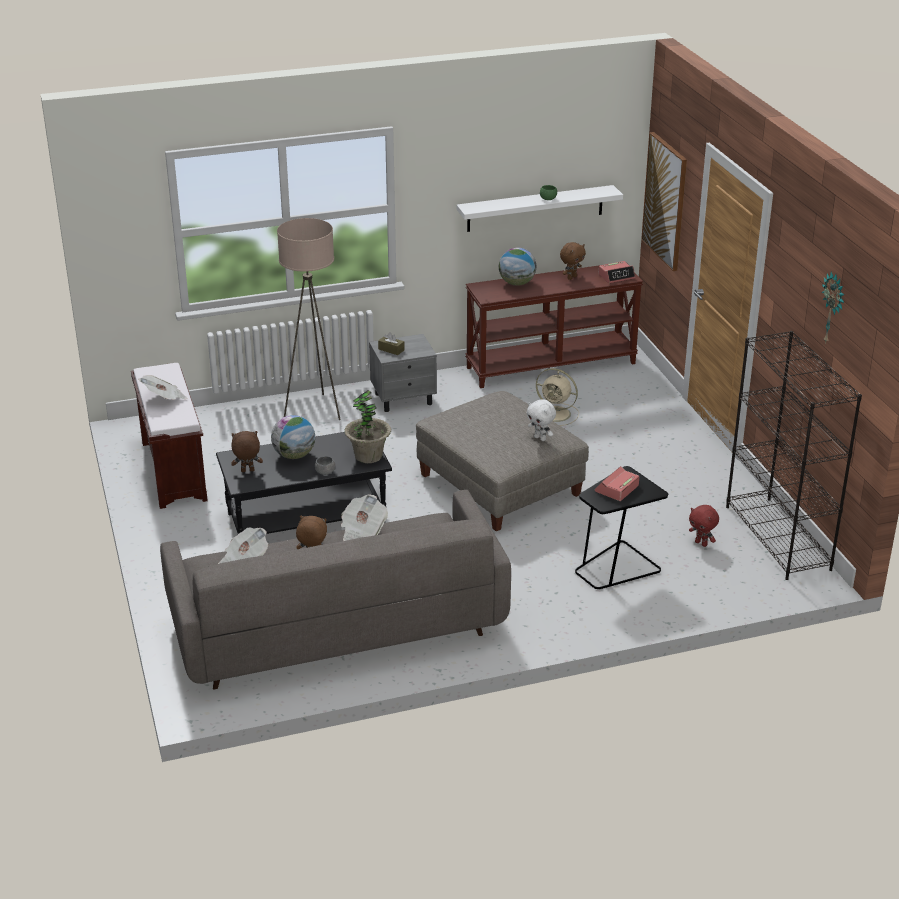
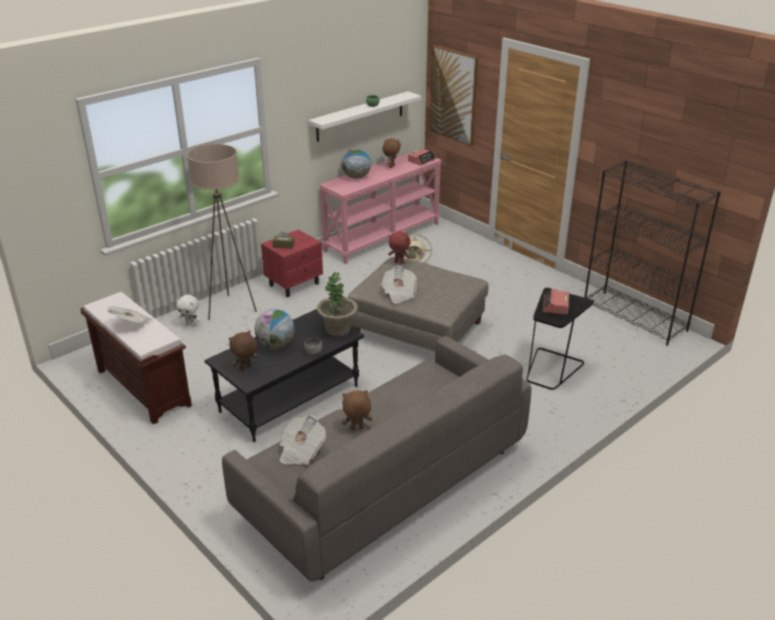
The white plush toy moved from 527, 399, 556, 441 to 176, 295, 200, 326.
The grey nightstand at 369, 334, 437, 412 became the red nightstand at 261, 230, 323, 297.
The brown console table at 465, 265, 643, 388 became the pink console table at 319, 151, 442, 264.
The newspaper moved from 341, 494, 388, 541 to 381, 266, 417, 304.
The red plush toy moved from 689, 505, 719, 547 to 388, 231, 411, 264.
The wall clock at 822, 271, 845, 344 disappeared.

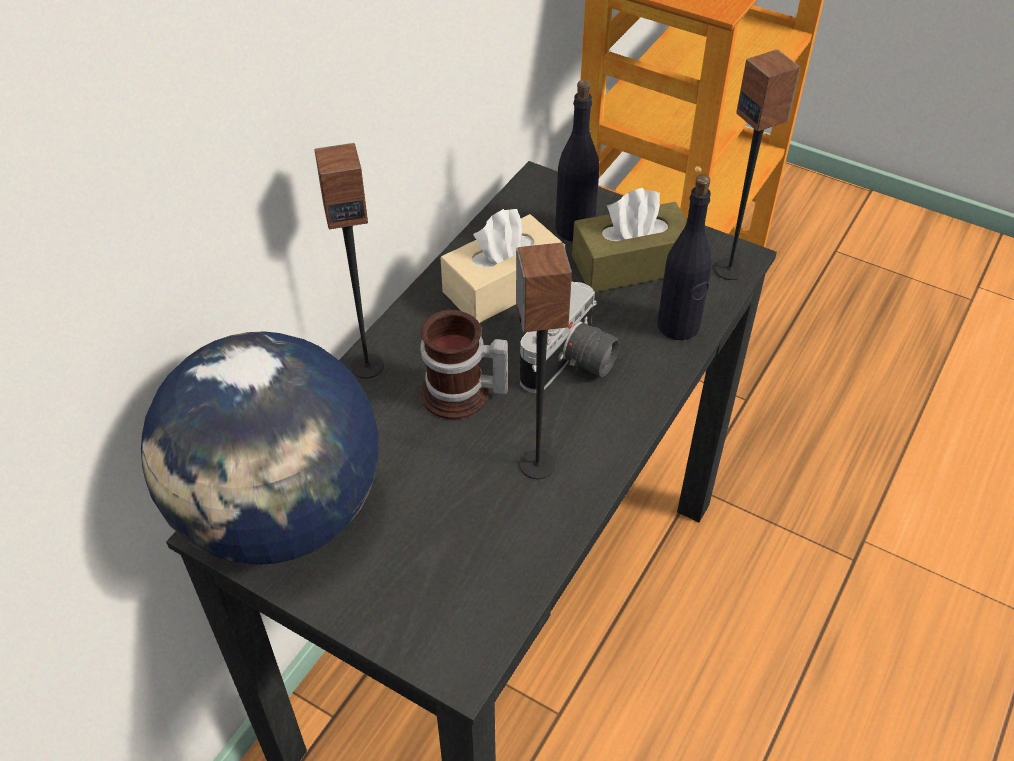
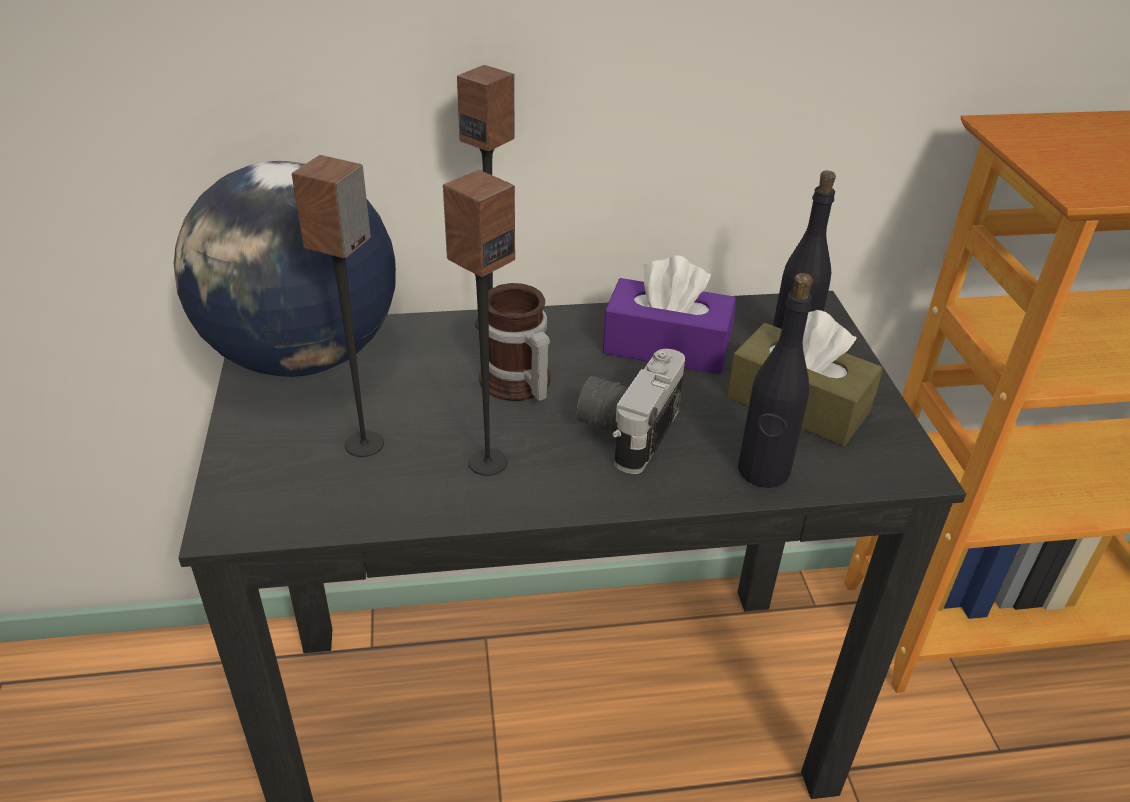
The speaker moved from 714, 50, 800, 280 to 292, 155, 384, 457.
The photo camera at 520, 281, 621, 393 turned 120 degrees clockwise.
The beige tissue box at 441, 209, 565, 323 became the purple tissue box at 603, 255, 736, 374.

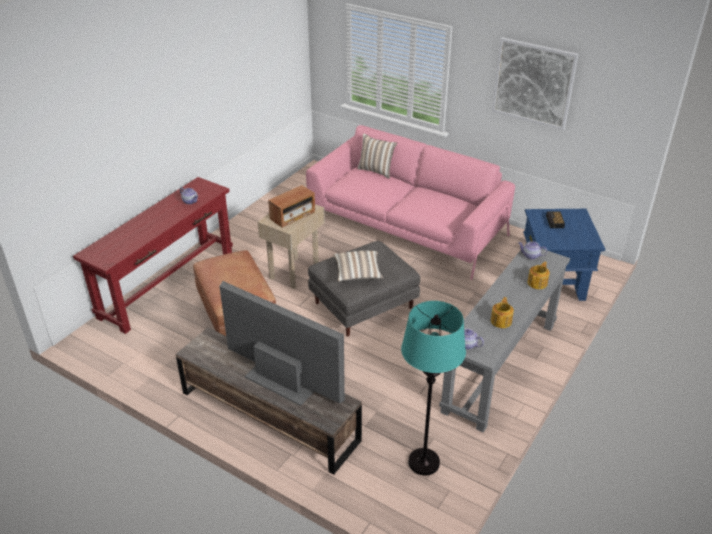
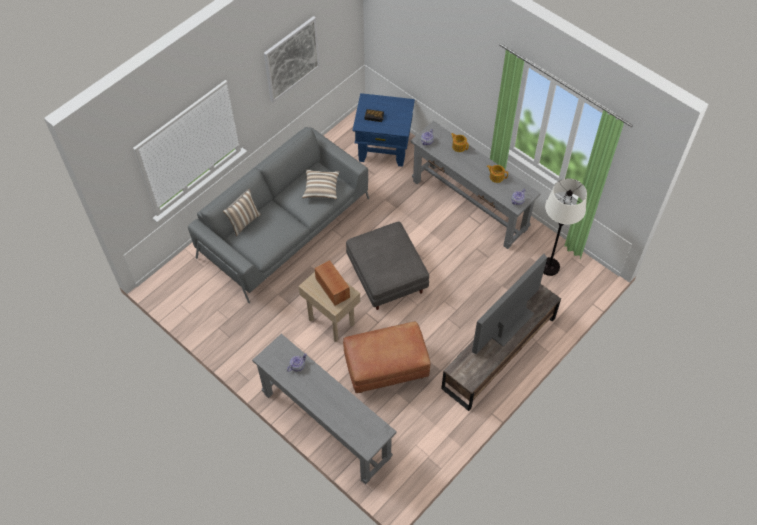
The pink sofa at 306, 125, 515, 280 became the grey sofa at 188, 127, 369, 304.
The red console table at 73, 177, 233, 334 became the grey console table at 252, 334, 397, 485.
The pillow moved from 333, 251, 383, 281 to 302, 169, 340, 199.
The turquoise floor lamp at 401, 301, 466, 475 became the white floor lamp at 543, 178, 587, 276.

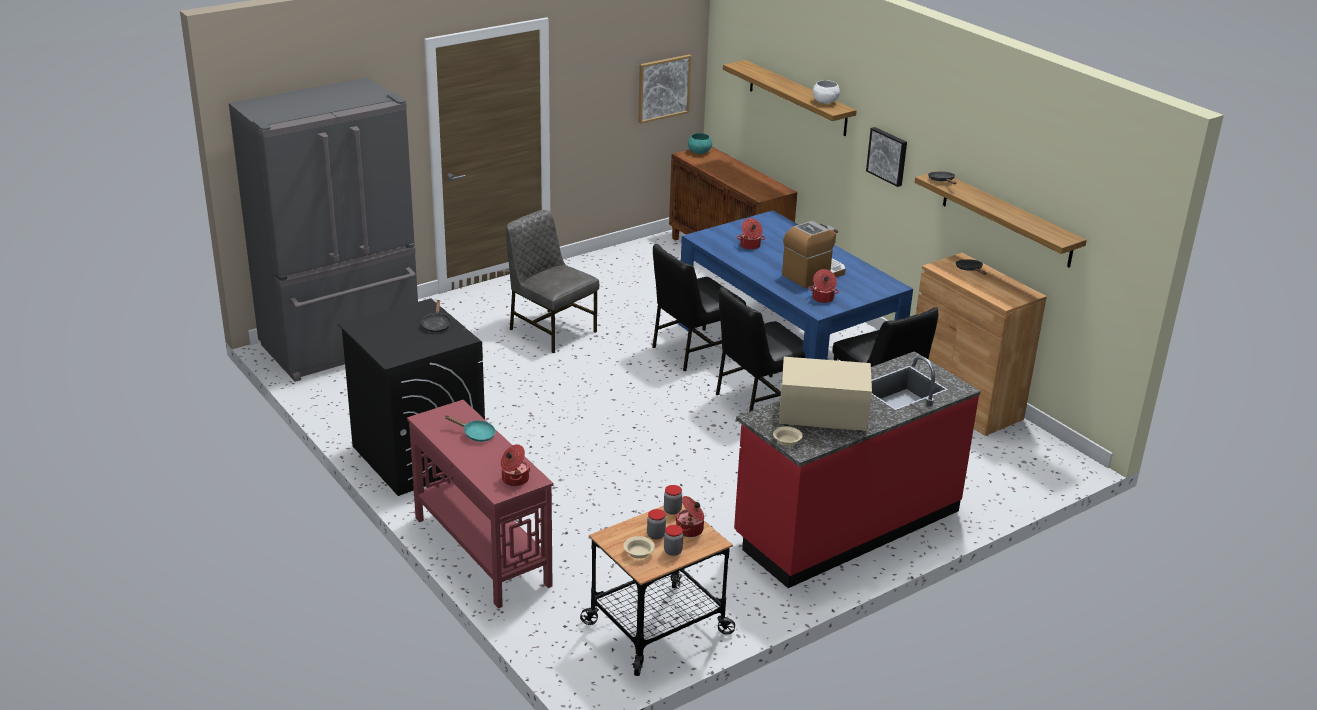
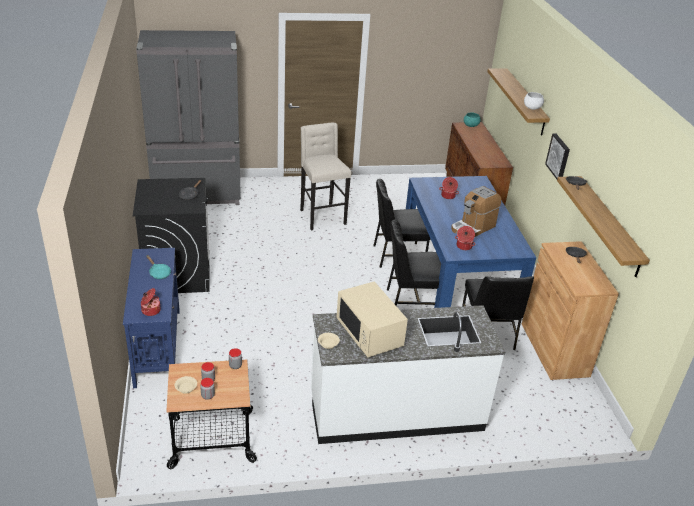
The red console table at 407, 400, 553, 608 became the blue console table at 123, 248, 180, 388.
The grey chair at 506, 210, 599, 354 was replaced by the beige stool at 300, 123, 351, 230.
The red counter at 734, 351, 981, 588 became the white counter at 311, 305, 506, 444.
The beige microwave at 779, 357, 872, 432 turned 150 degrees counterclockwise.
The coffee machine at 782, 221, 845, 288 turned 150 degrees clockwise.
The picture at 638, 55, 692, 124 disappeared.
The cooking pot at 675, 496, 704, 537 disappeared.

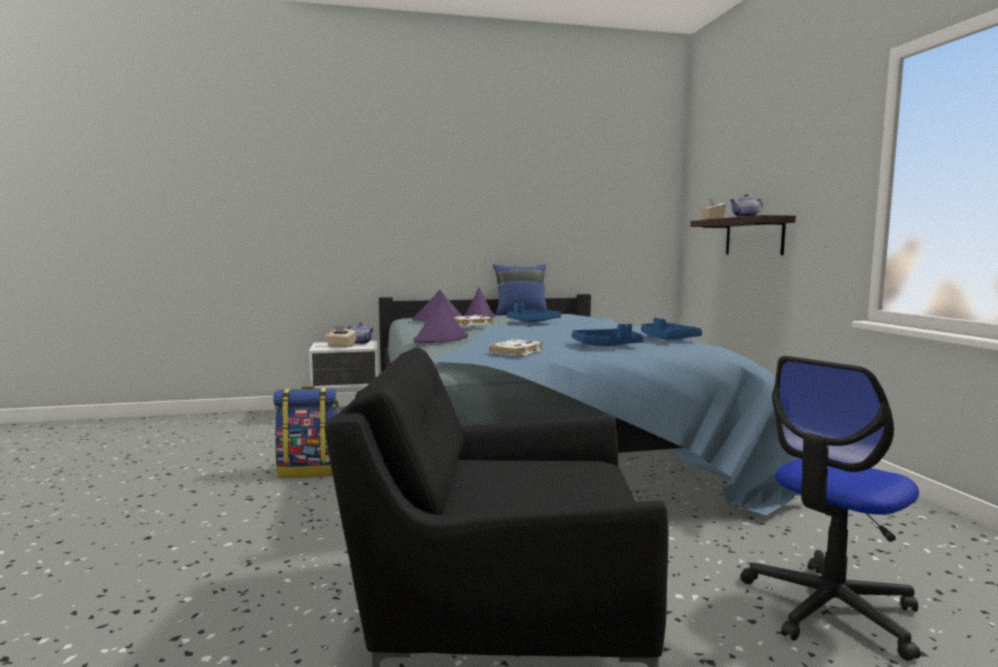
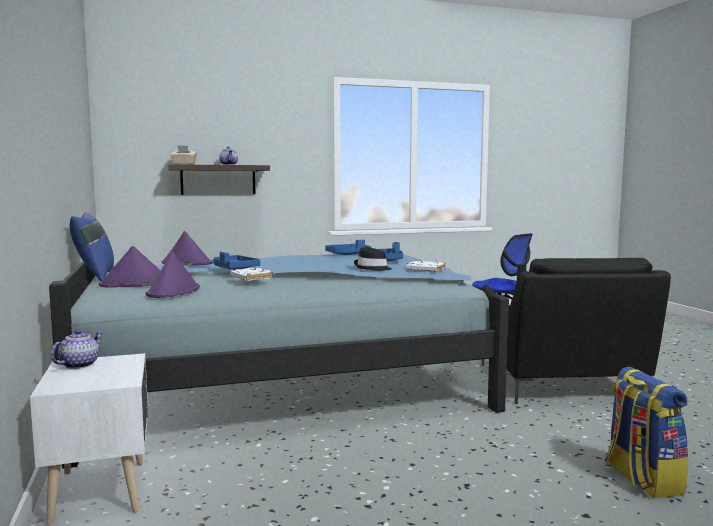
The purple hat moved from 413, 300, 468, 343 to 162, 231, 213, 266.
The black hat at 354, 247, 392, 271 appeared.
The backpack moved from 273, 386, 339, 478 to 605, 367, 688, 498.
The beige tissue box at 325, 325, 357, 348 disappeared.

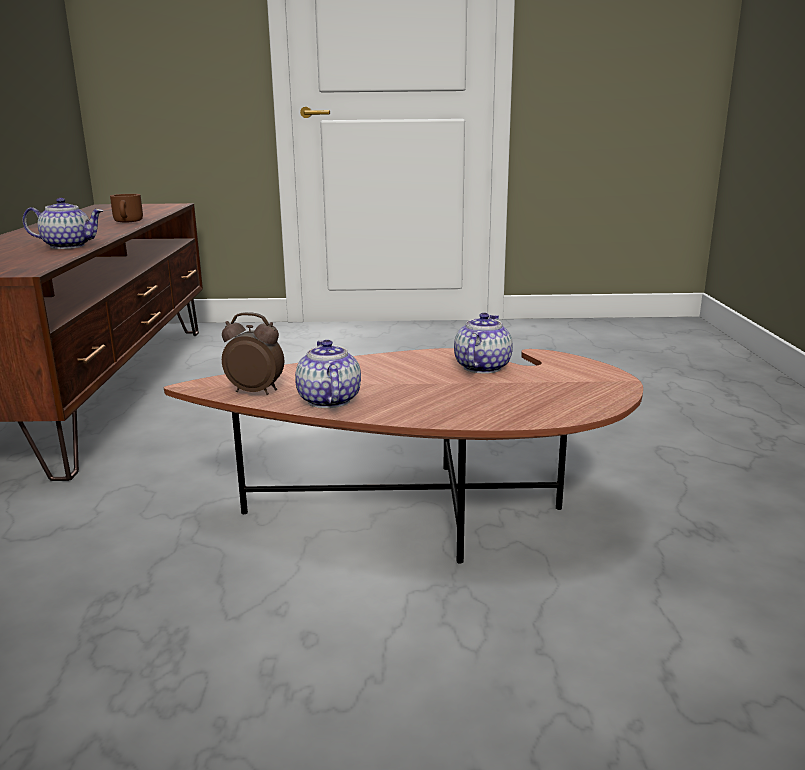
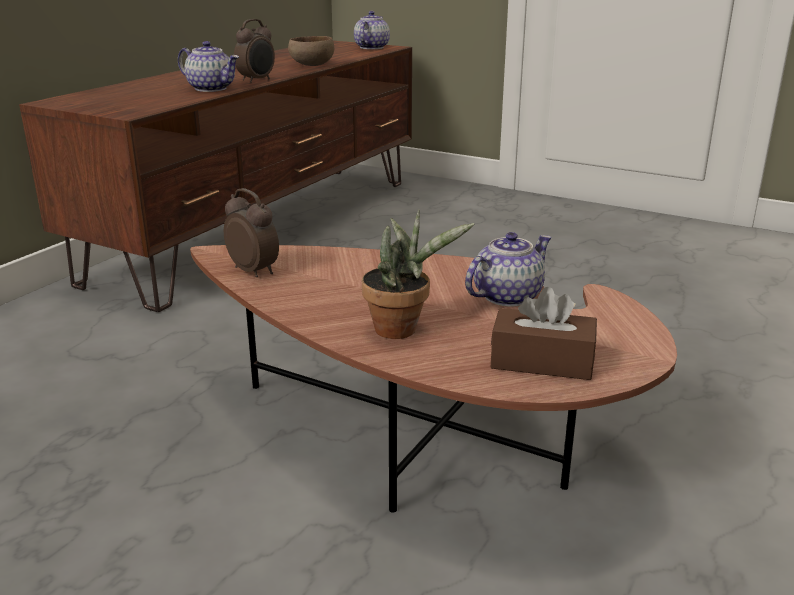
The alarm clock at 234, 19, 275, 83 appeared.
The brown mug at 110, 194, 143, 222 was replaced by the brown bowl at 288, 36, 334, 66.
The teapot moved from 295, 340, 361, 408 to 354, 11, 390, 49.
The potted plant at 362, 209, 474, 339 appeared.
The brown tissue box at 491, 287, 597, 380 appeared.

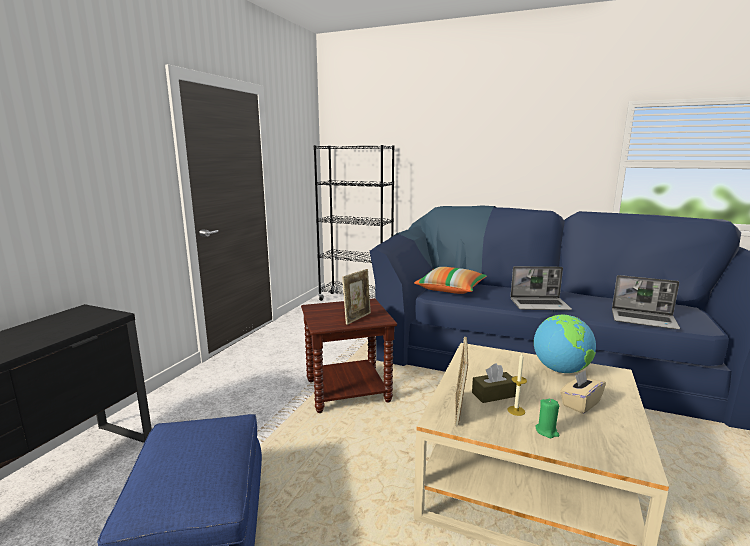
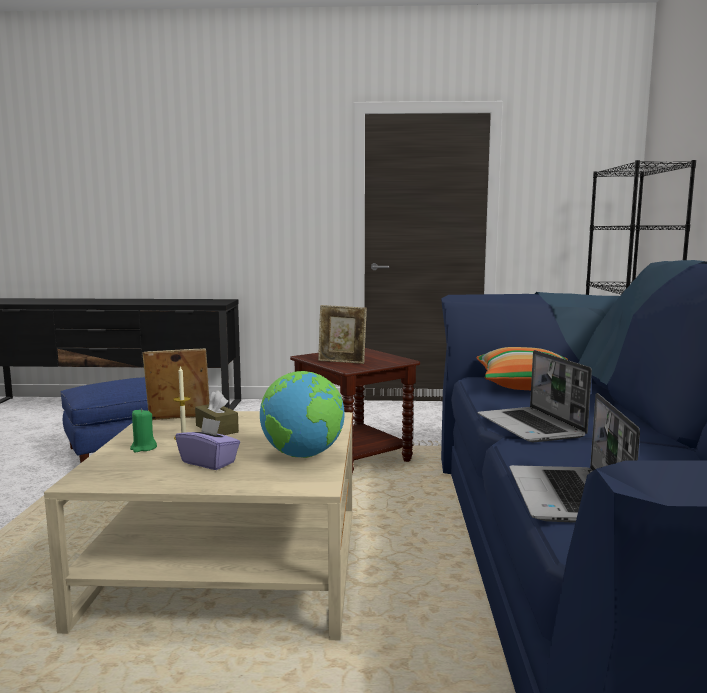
The beige tissue box at 560, 370, 606, 414 became the purple tissue box at 175, 417, 240, 470.

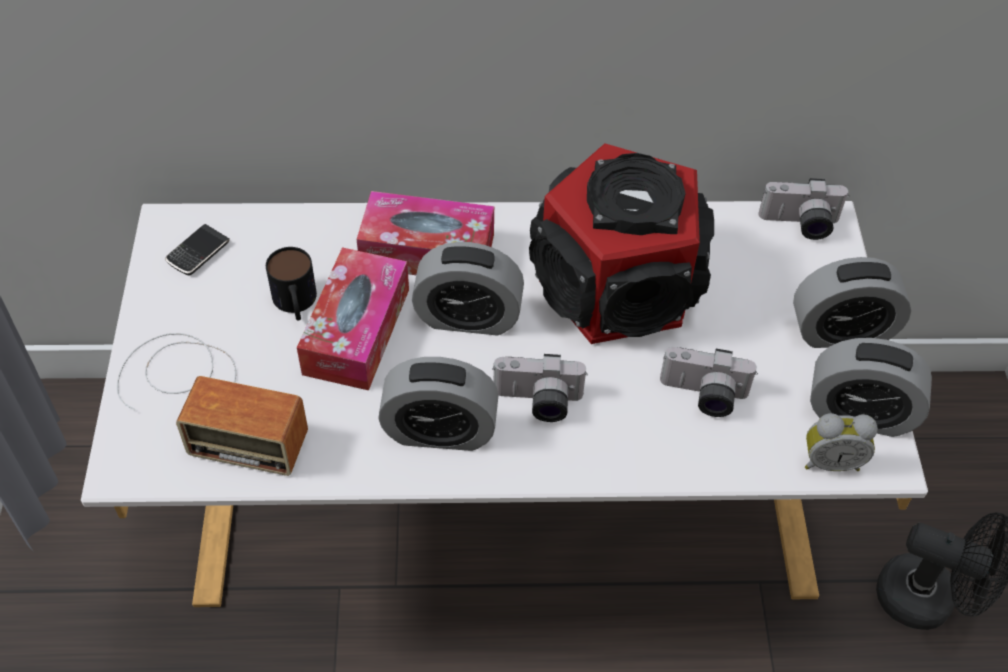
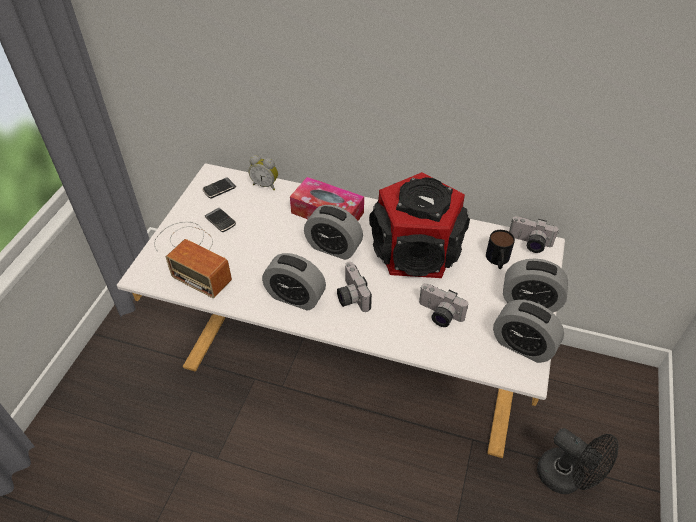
The phone at 205, 208, 236, 232 appeared.
The alarm clock moved from 805, 413, 878, 471 to 249, 155, 278, 190.
The photo camera at 492, 354, 588, 422 turned 45 degrees clockwise.
The mug moved from 266, 247, 317, 321 to 486, 230, 515, 269.
The tissue box at 297, 247, 409, 391 disappeared.

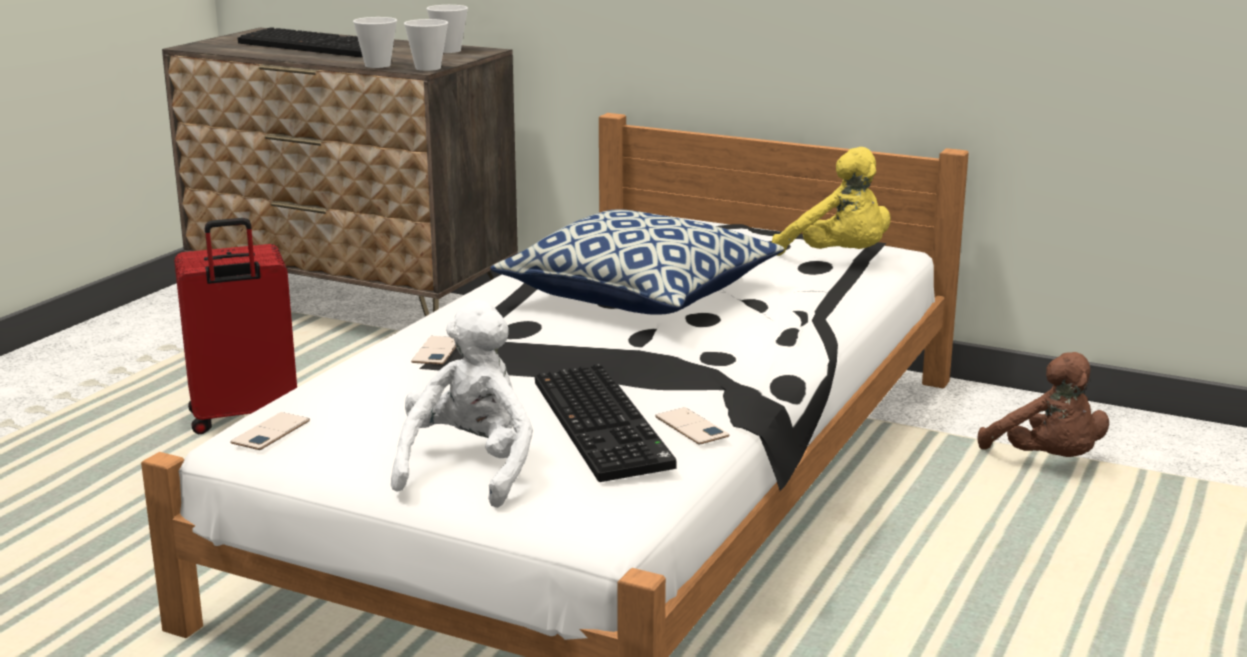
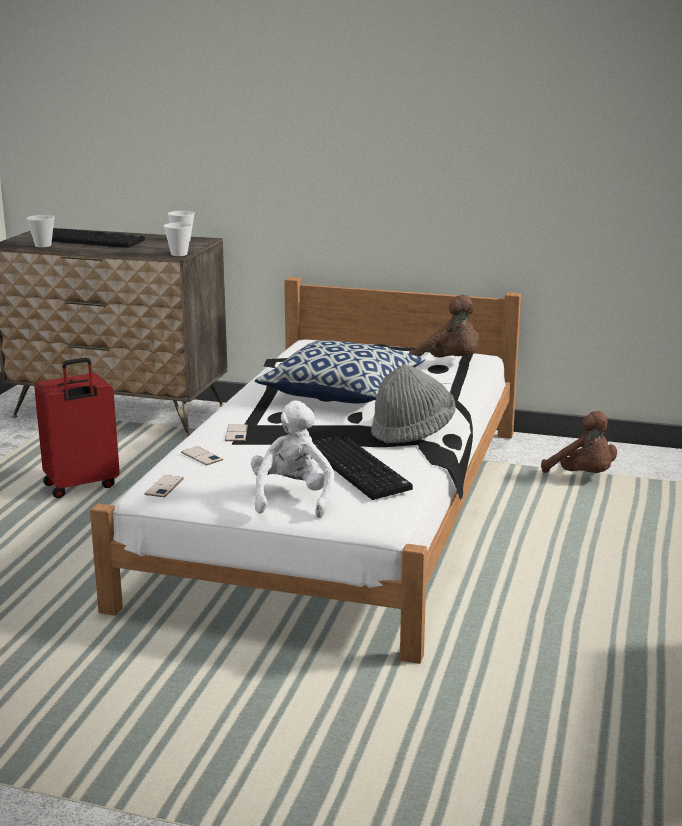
The cup moved from 353, 17, 397, 68 to 27, 215, 55, 247.
The phone moved from 655, 407, 729, 445 to 181, 446, 223, 465.
The grey hat at 371, 365, 456, 444 appeared.
The yellow plush toy at 772, 147, 891, 256 became the brown plush toy at 409, 295, 479, 358.

